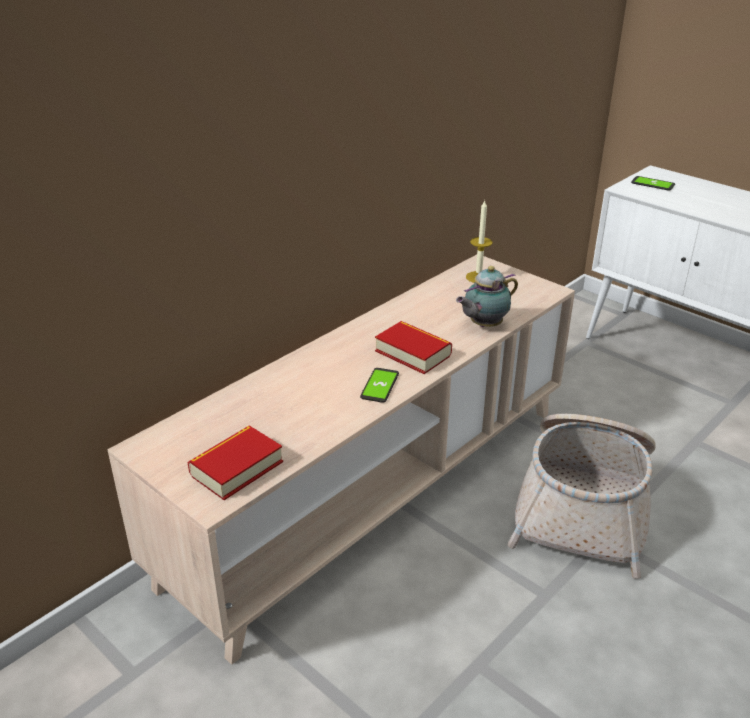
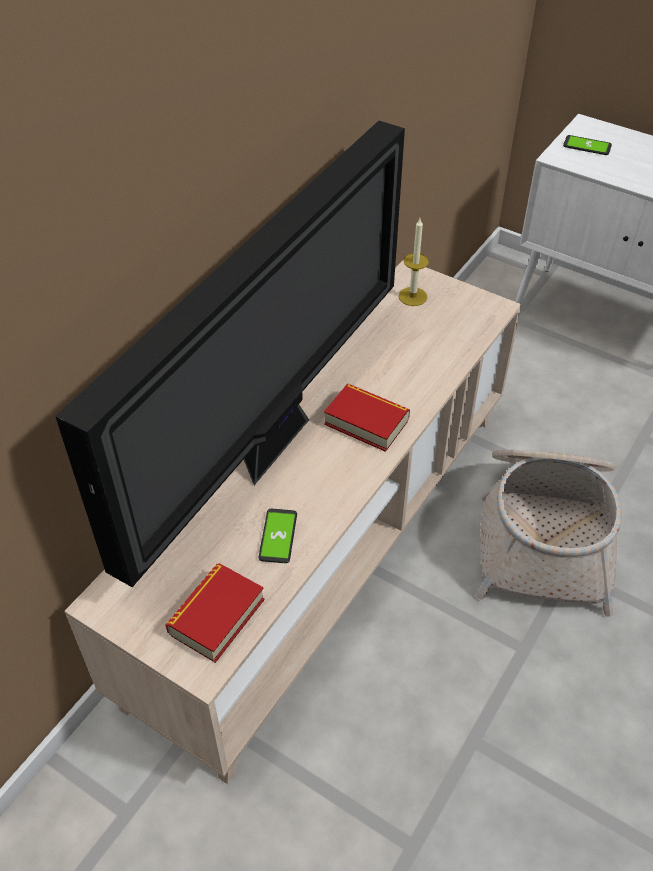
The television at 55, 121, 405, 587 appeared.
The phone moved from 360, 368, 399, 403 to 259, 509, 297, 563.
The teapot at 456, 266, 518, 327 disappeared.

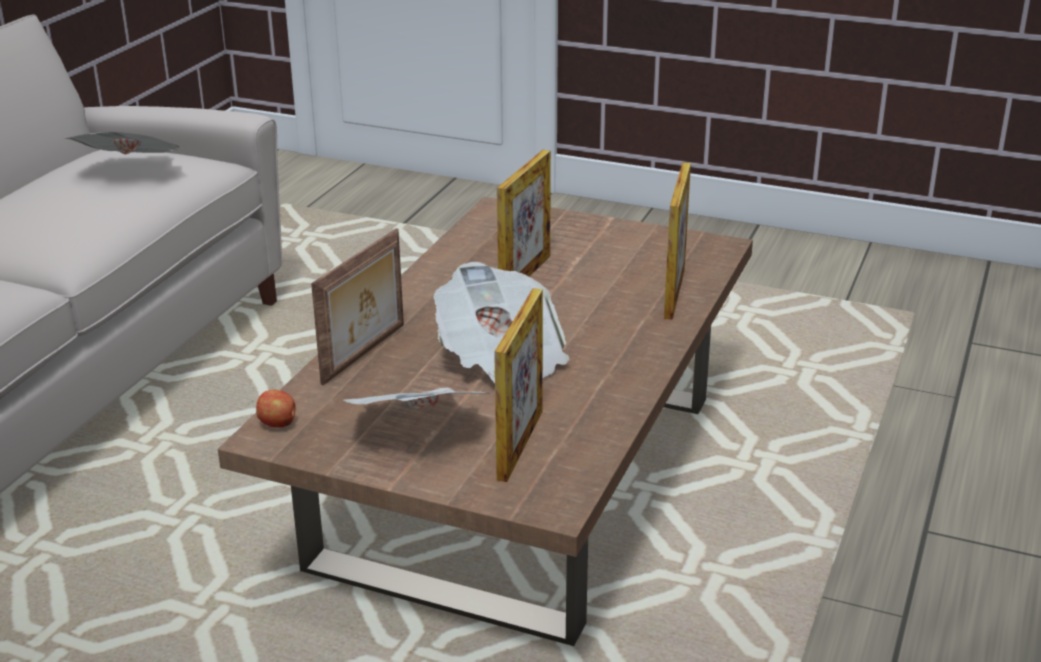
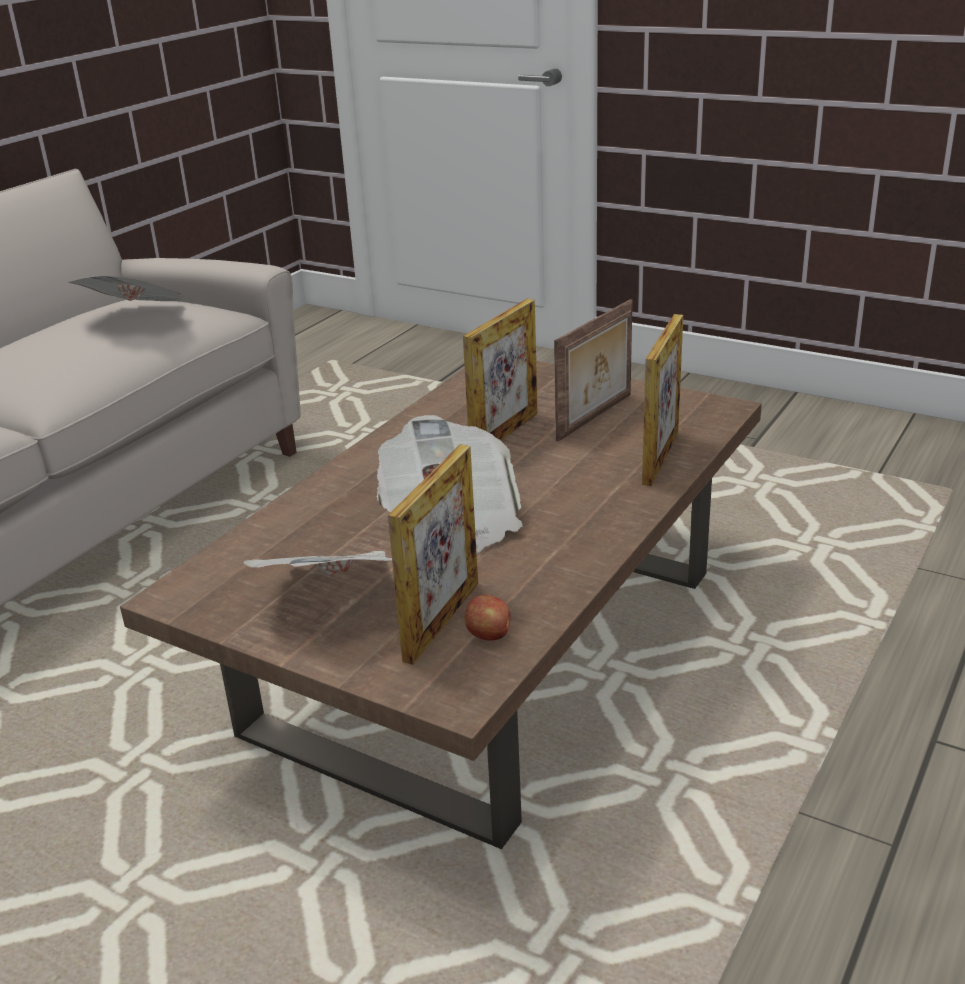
The apple moved from 256, 390, 295, 428 to 465, 595, 511, 641.
The picture frame moved from 311, 228, 404, 385 to 554, 299, 632, 442.

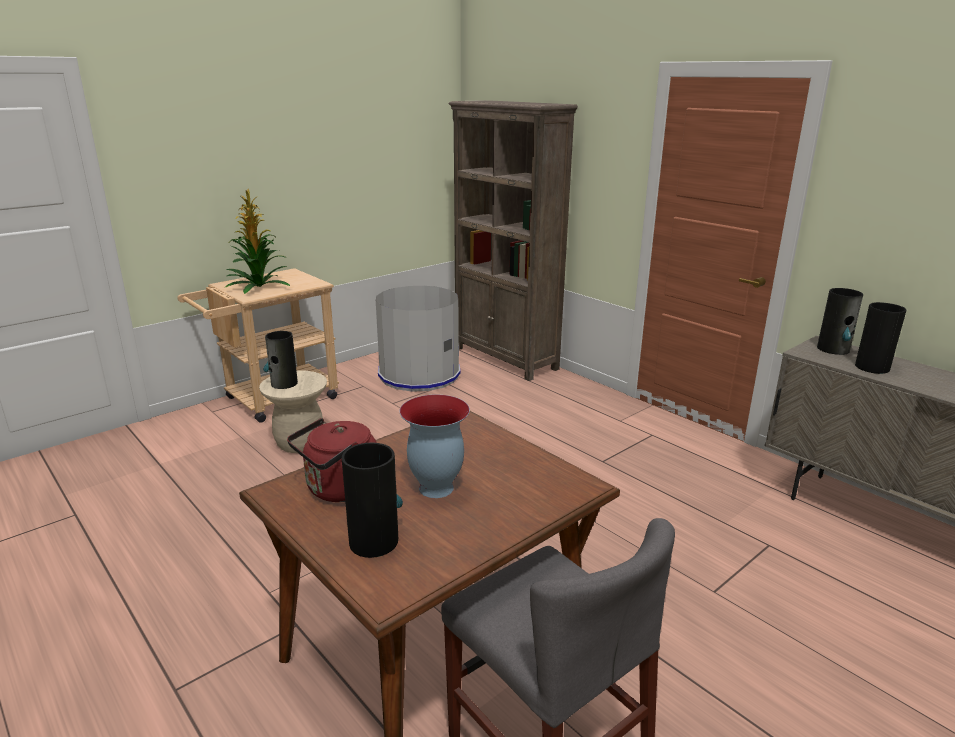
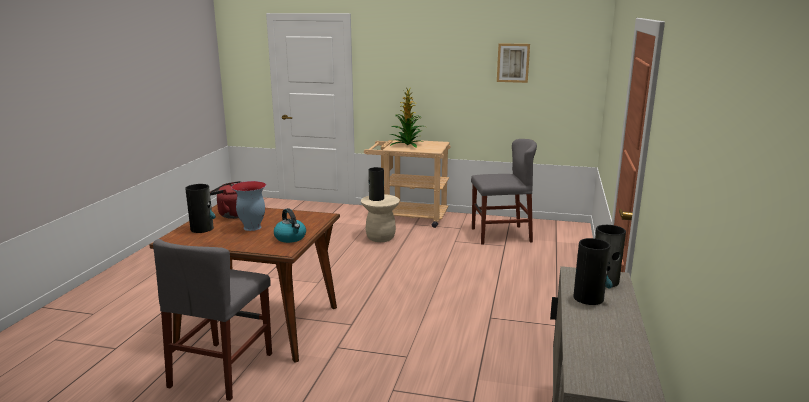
The kettle at 274, 208, 306, 243 appeared.
The grey trash can at 376, 286, 461, 392 was replaced by the grey chair at 471, 139, 537, 245.
The picture at 497, 43, 530, 83 appeared.
The brown bookcase at 449, 100, 578, 381 disappeared.

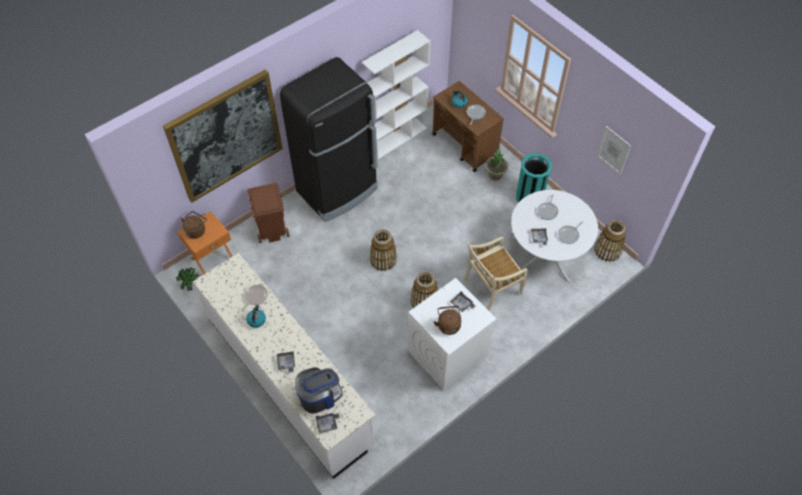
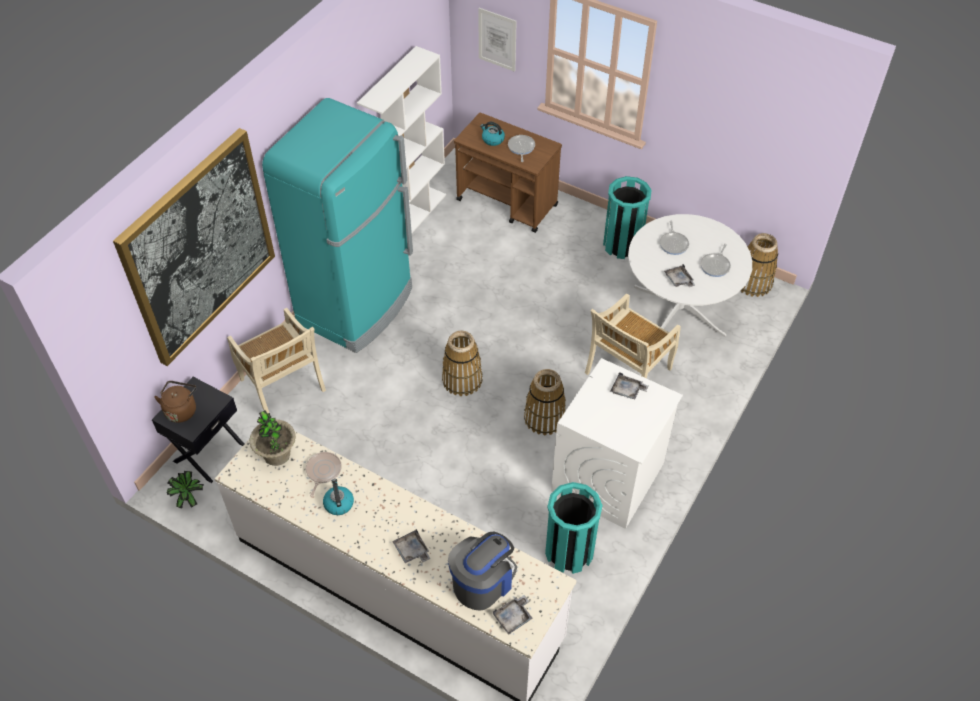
The orange nightstand at 177, 212, 233, 274 became the black nightstand at 152, 377, 244, 483.
The brown trash can at 247, 183, 289, 243 was replaced by the beige chair at 227, 308, 326, 413.
The potted plant moved from 485, 150, 509, 181 to 249, 410, 296, 466.
The black fridge at 280, 57, 378, 222 became the turquoise fridge at 262, 98, 413, 353.
The picture moved from 597, 126, 631, 175 to 478, 8, 517, 72.
The turquoise trash can at 545, 482, 602, 574 appeared.
The brown kettle at 433, 306, 461, 335 disappeared.

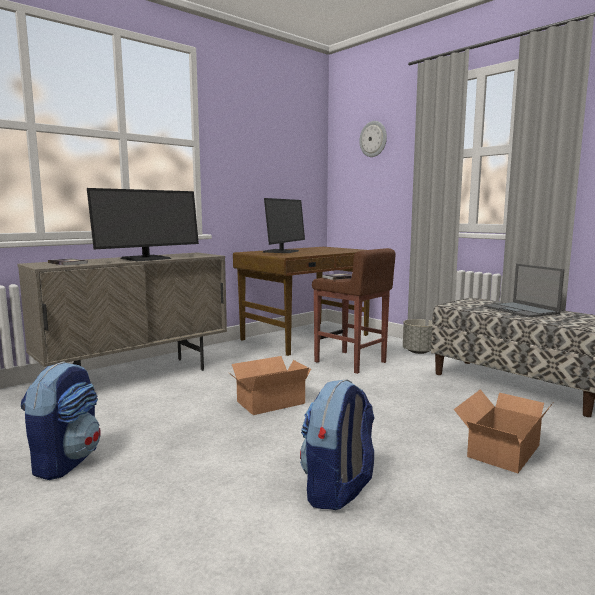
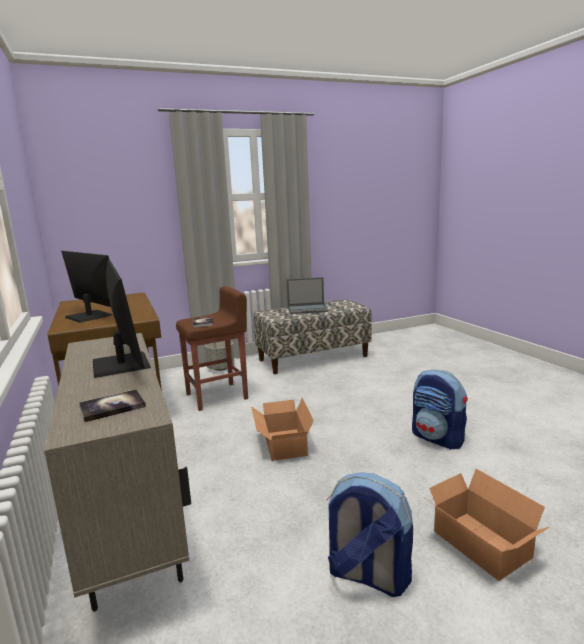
The cardboard box moved from 454, 389, 553, 473 to 426, 469, 550, 581.
The wall clock at 359, 121, 387, 157 disappeared.

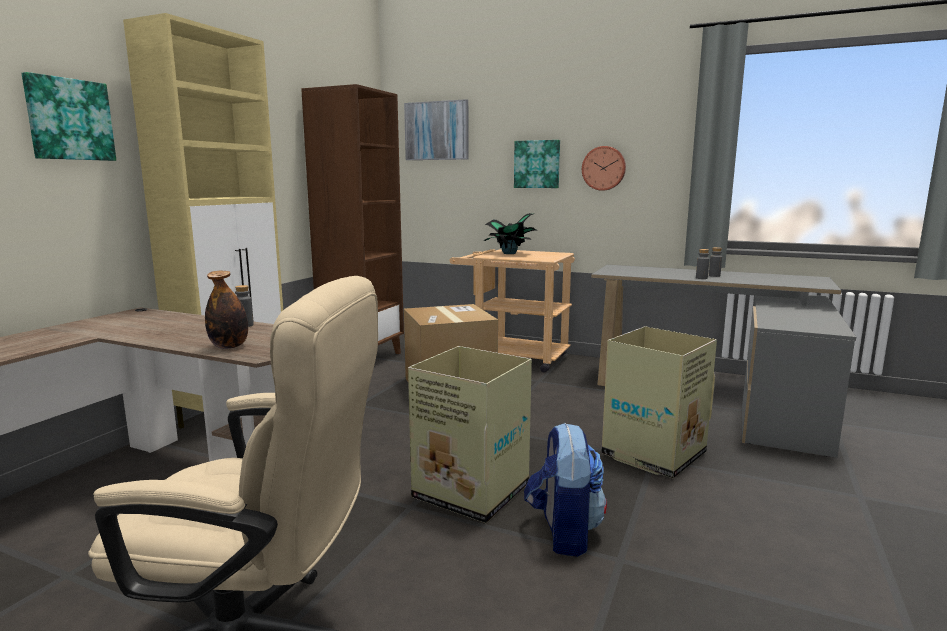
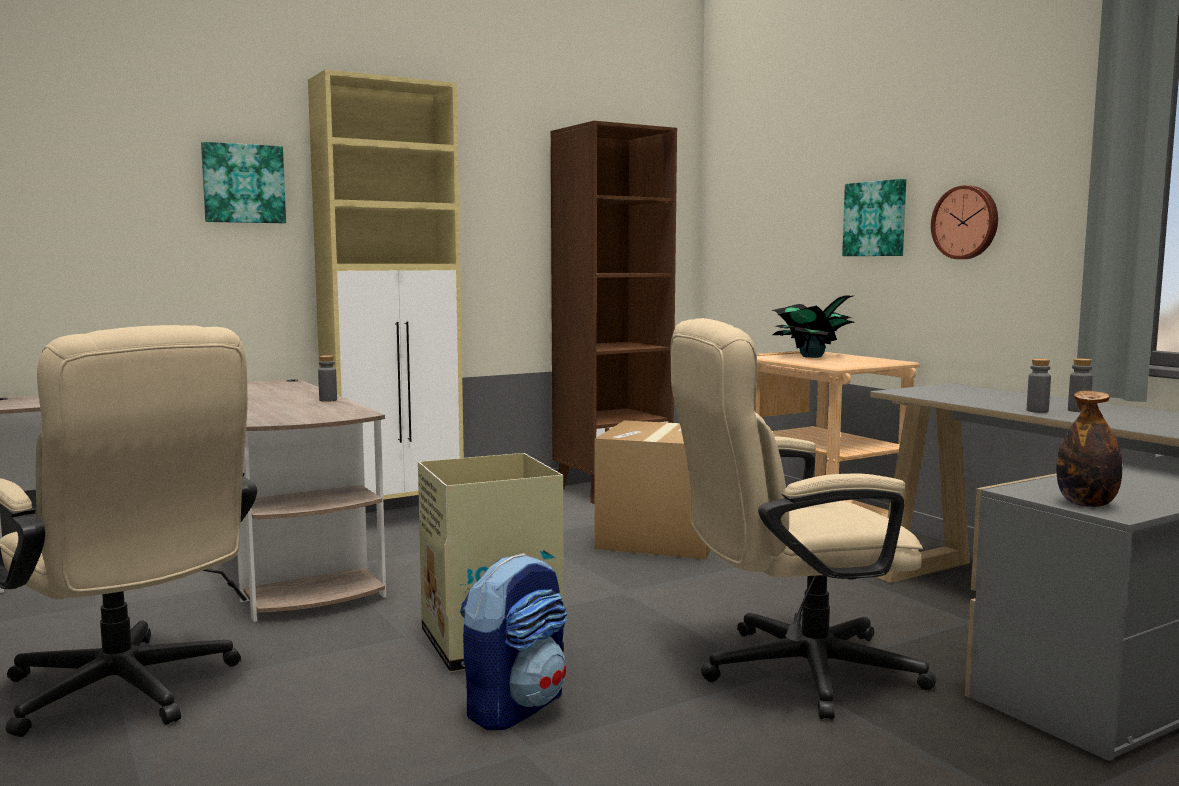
The cardboard box at 601, 326, 717, 479 was replaced by the beige office chair at 671, 318, 936, 719.
The bottle moved from 205, 271, 248, 349 to 1056, 391, 1122, 507.
The picture at 404, 99, 468, 160 disappeared.

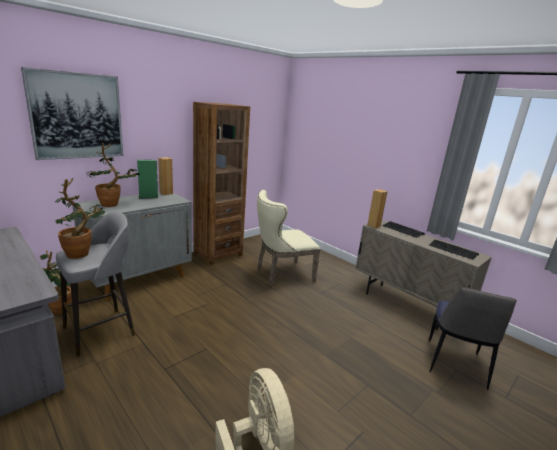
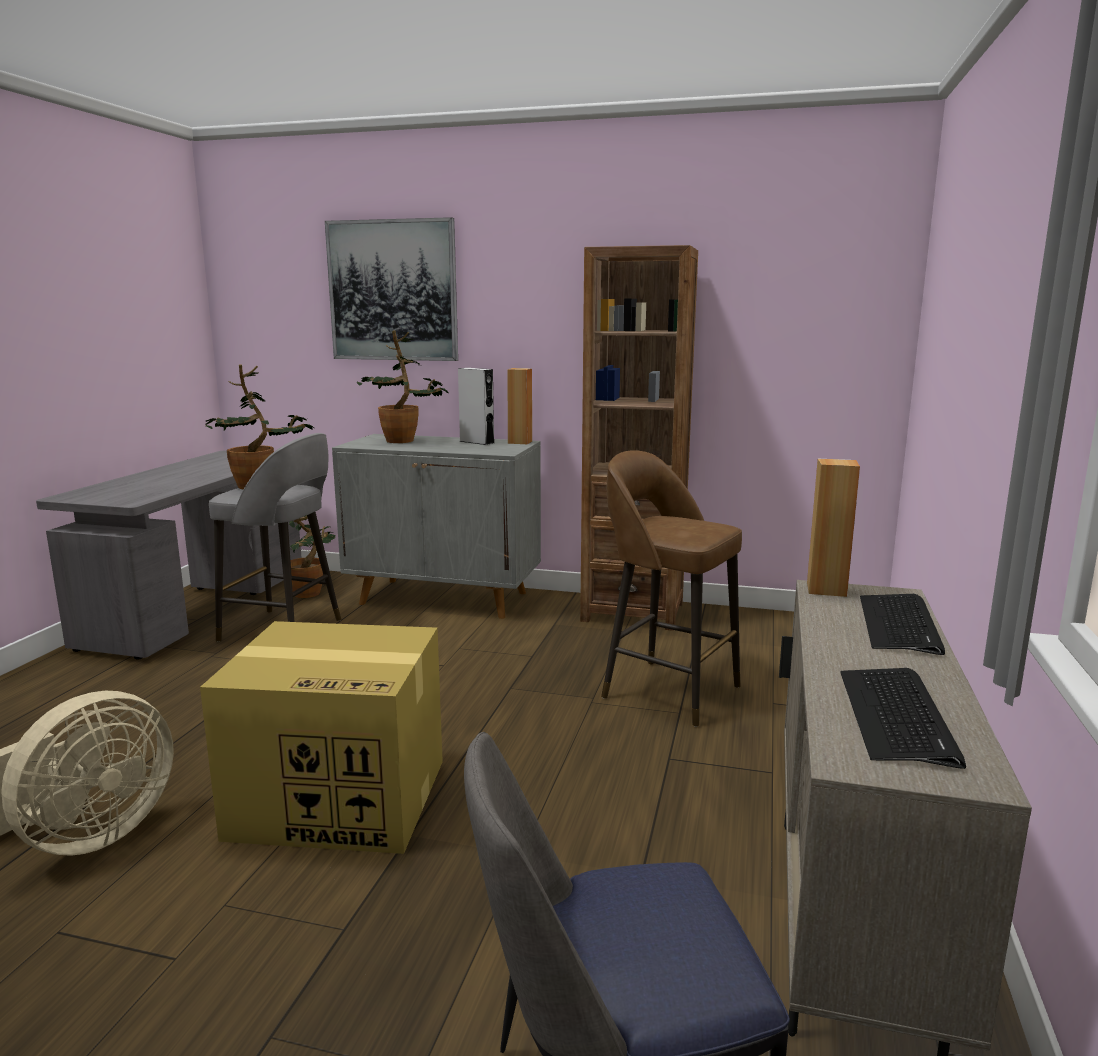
The cardboard box at 200, 621, 443, 854 appeared.
The green speaker at 137, 160, 158, 199 became the grey speaker at 458, 368, 494, 445.
The beige chair at 257, 190, 320, 286 was replaced by the brown stool at 601, 450, 742, 727.

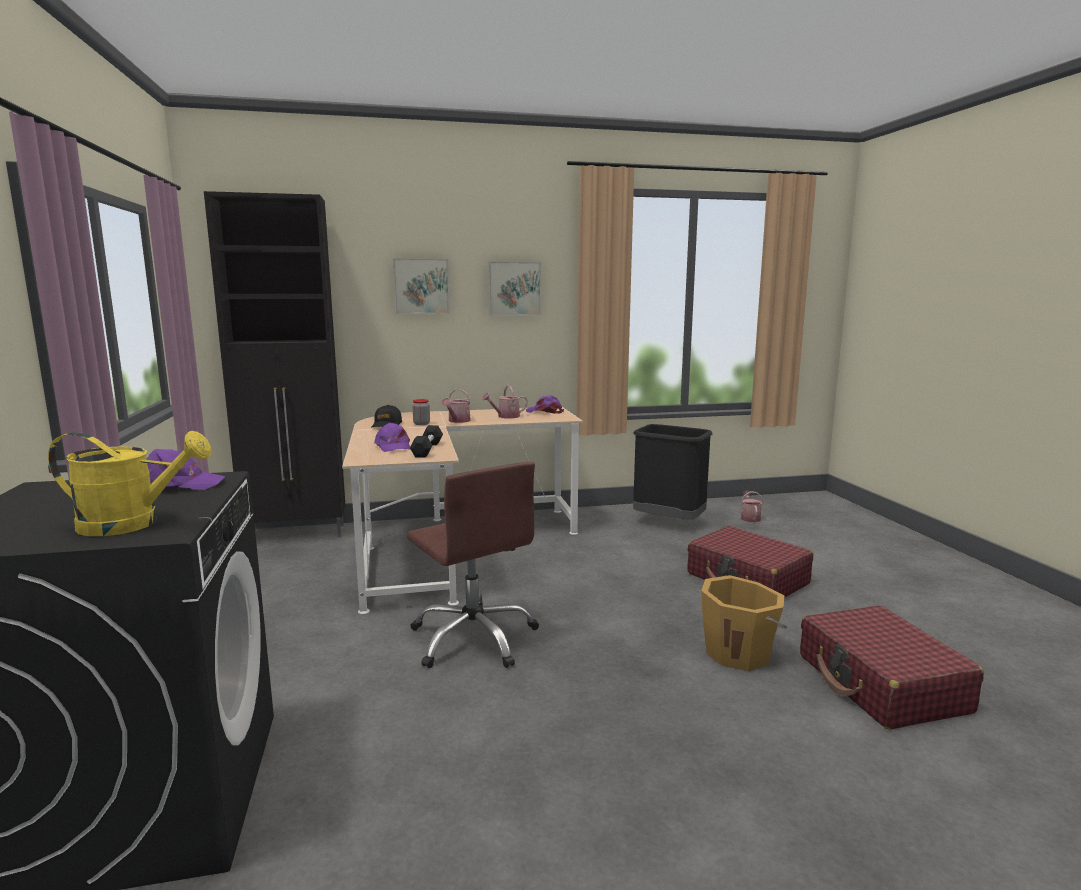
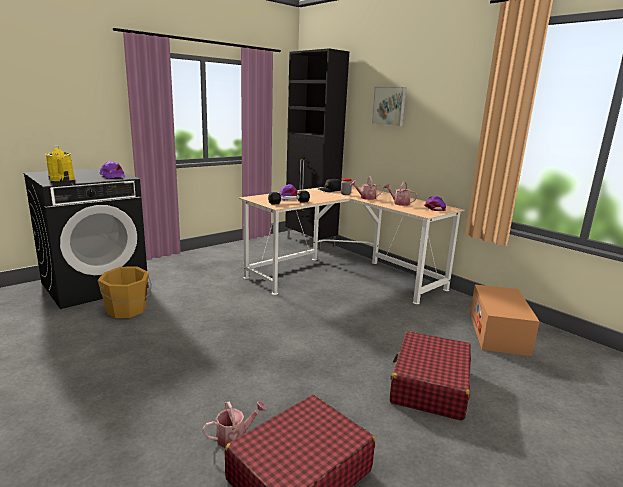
The orange bucket moved from 701, 575, 787, 671 to 98, 266, 152, 318.
The watering can moved from 741, 491, 763, 522 to 202, 401, 266, 448.
The black trash can at 633, 424, 713, 520 was replaced by the cardboard box at 470, 284, 540, 356.
The brown office chair at 407, 461, 539, 668 disappeared.
The picture at 488, 262, 541, 316 disappeared.

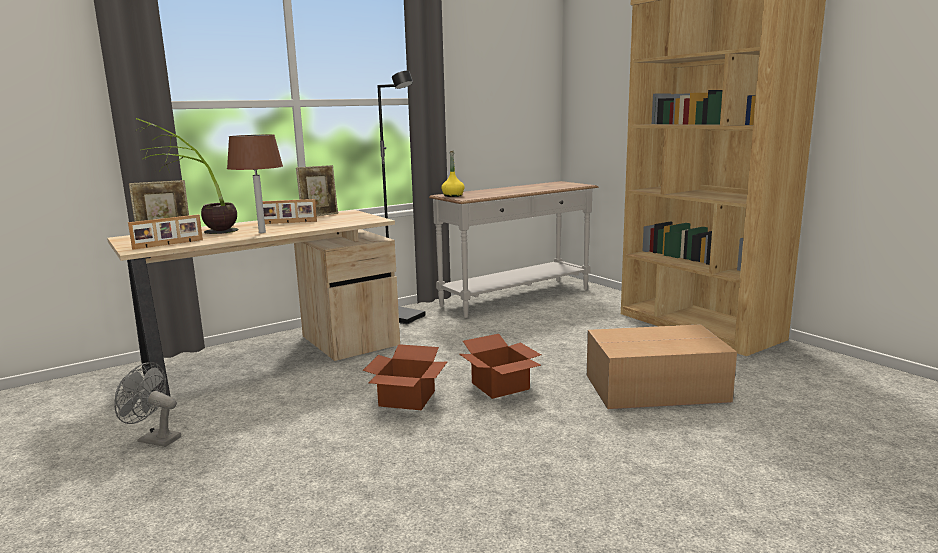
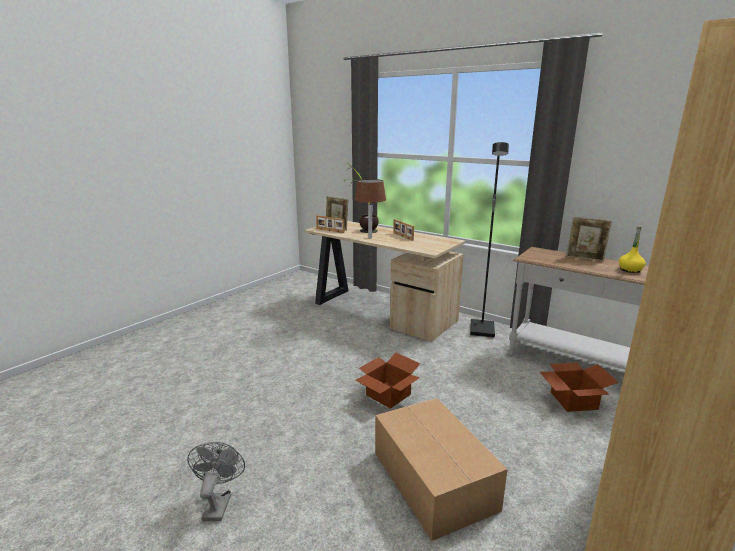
The grey fan moved from 114, 362, 181, 447 to 187, 442, 245, 521.
The cardboard box moved from 362, 344, 447, 410 to 540, 362, 618, 412.
The picture frame moved from 296, 165, 338, 216 to 566, 216, 612, 262.
The yellow bottle moved from 441, 151, 465, 197 to 619, 227, 646, 273.

